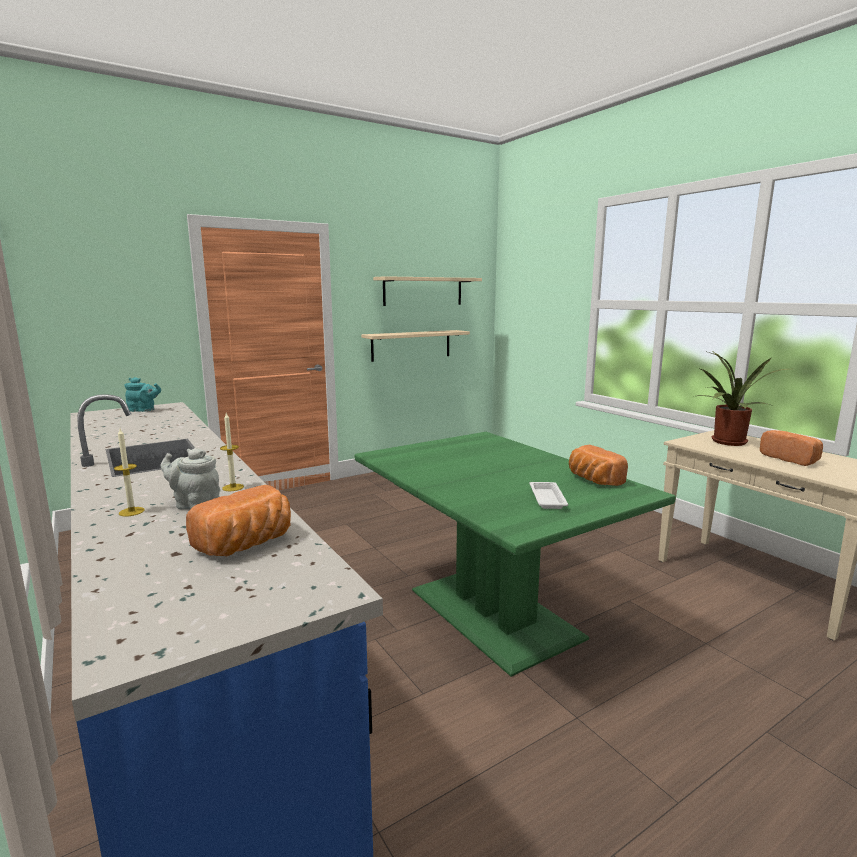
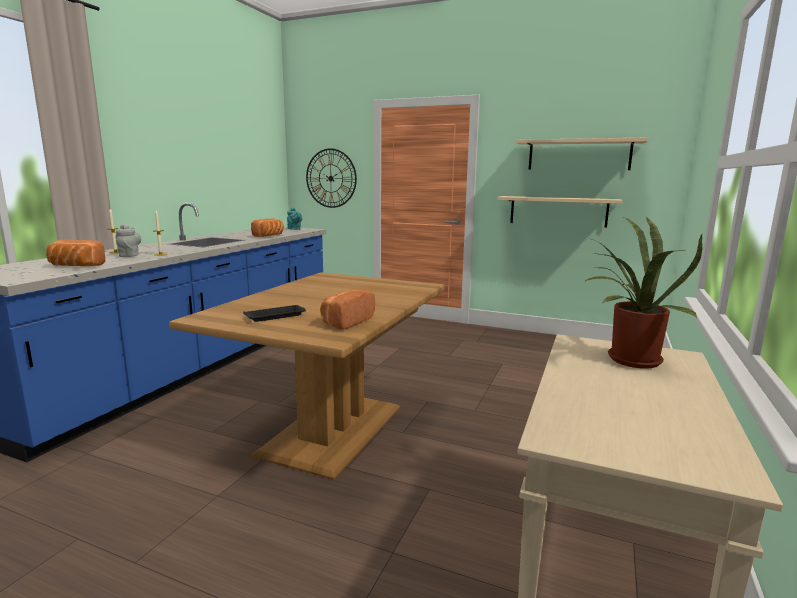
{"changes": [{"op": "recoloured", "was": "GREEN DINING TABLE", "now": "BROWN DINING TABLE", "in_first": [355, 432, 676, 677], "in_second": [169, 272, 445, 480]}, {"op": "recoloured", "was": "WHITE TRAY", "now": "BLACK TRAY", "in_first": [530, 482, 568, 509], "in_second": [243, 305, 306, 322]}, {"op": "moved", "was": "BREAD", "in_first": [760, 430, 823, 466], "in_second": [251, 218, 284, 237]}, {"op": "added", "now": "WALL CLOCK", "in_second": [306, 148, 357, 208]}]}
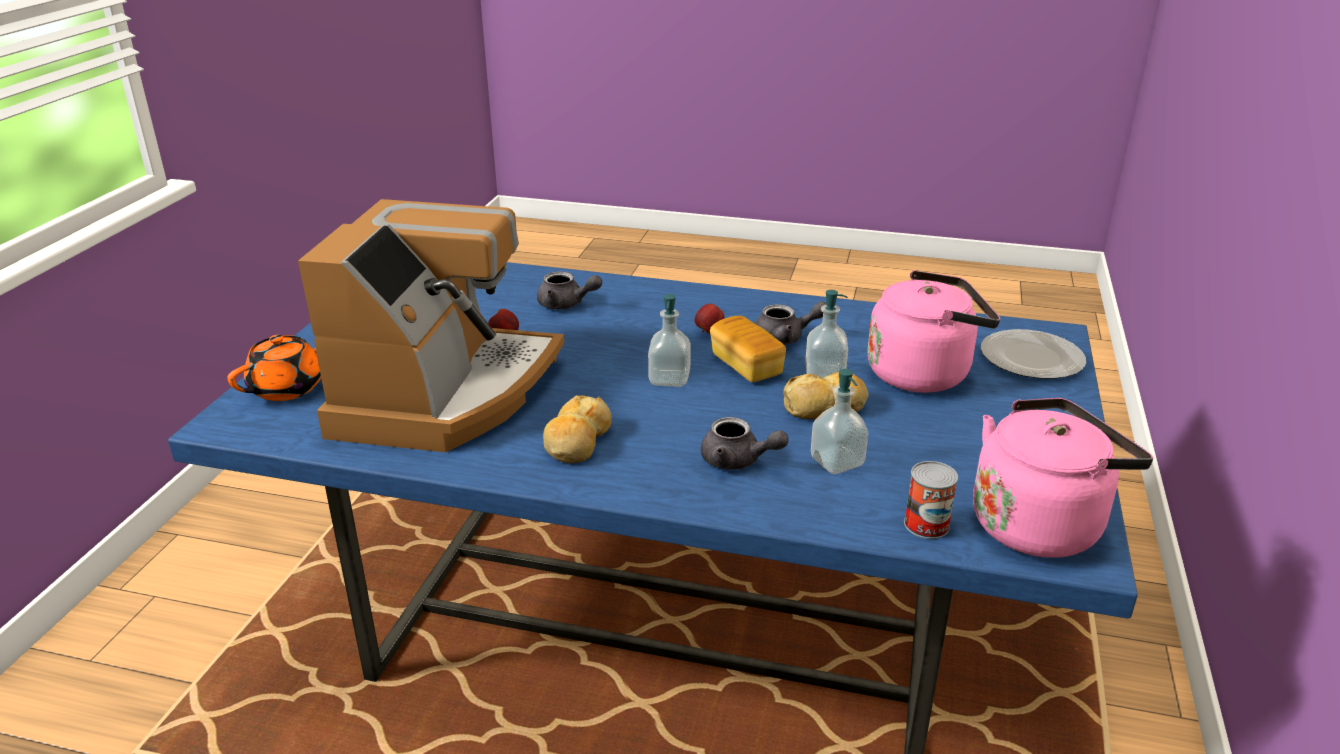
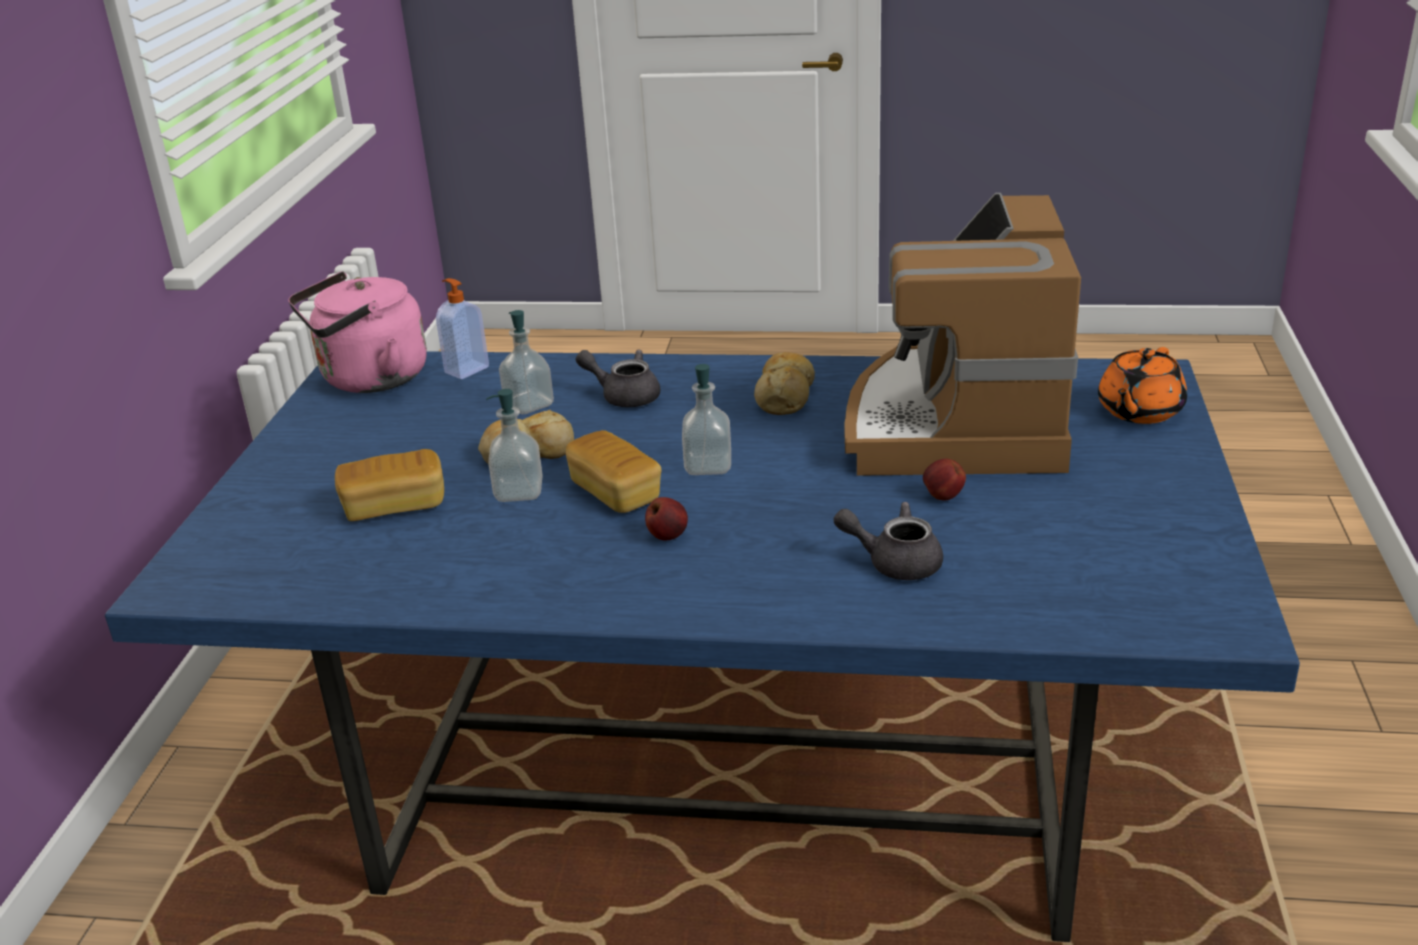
{"changes": [{"op": "replaced", "was": "PINK KETTLE", "now": "BREAD", "in_first": [867, 270, 1000, 393], "in_second": [335, 449, 444, 521]}, {"op": "replaced", "was": "CAN", "now": "SOAP DISPENSER", "in_first": [904, 461, 958, 539], "in_second": [436, 278, 489, 379]}, {"op": "removed", "was": "GREY TEAPOT", "in_first": [755, 301, 826, 345]}, {"op": "removed", "was": "PLATE", "in_first": [981, 329, 1086, 379]}]}
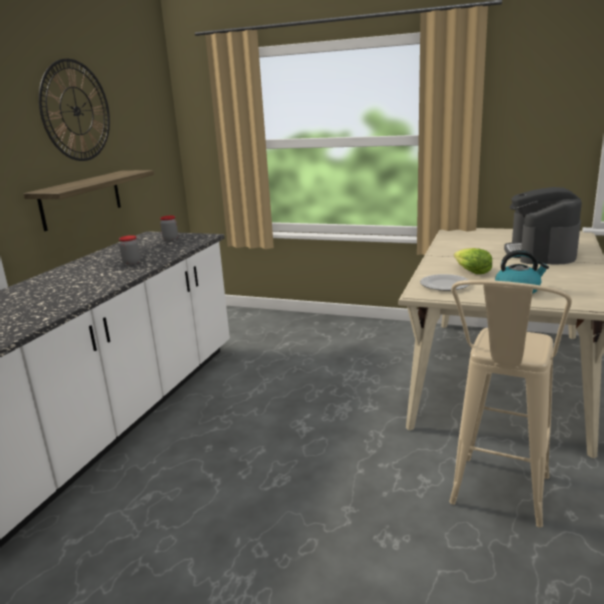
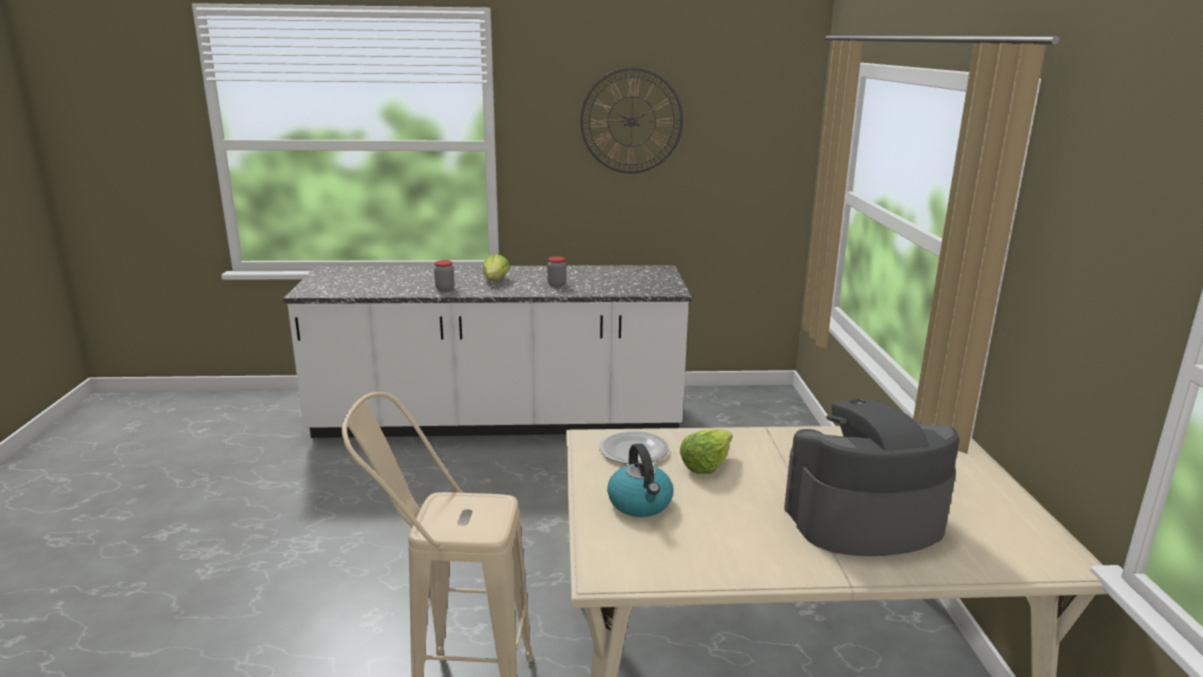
{"changes": [{"op": "moved", "was": "JAR", "in_first": [160, 216, 178, 241], "in_second": [434, 260, 455, 291]}, {"op": "added", "now": "LETTUCE", "in_second": [483, 254, 510, 280]}, {"op": "removed", "was": "SHELF", "in_first": [23, 170, 154, 231]}]}
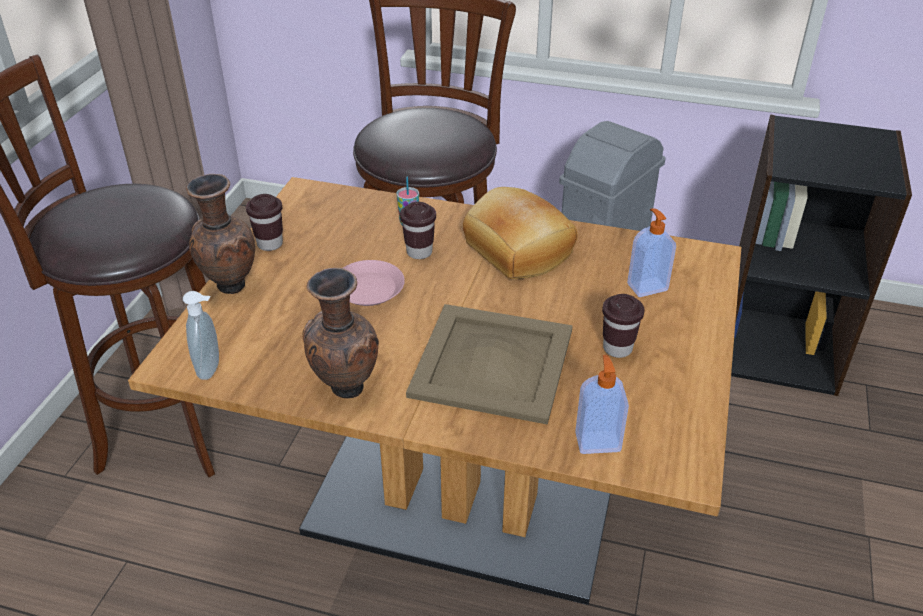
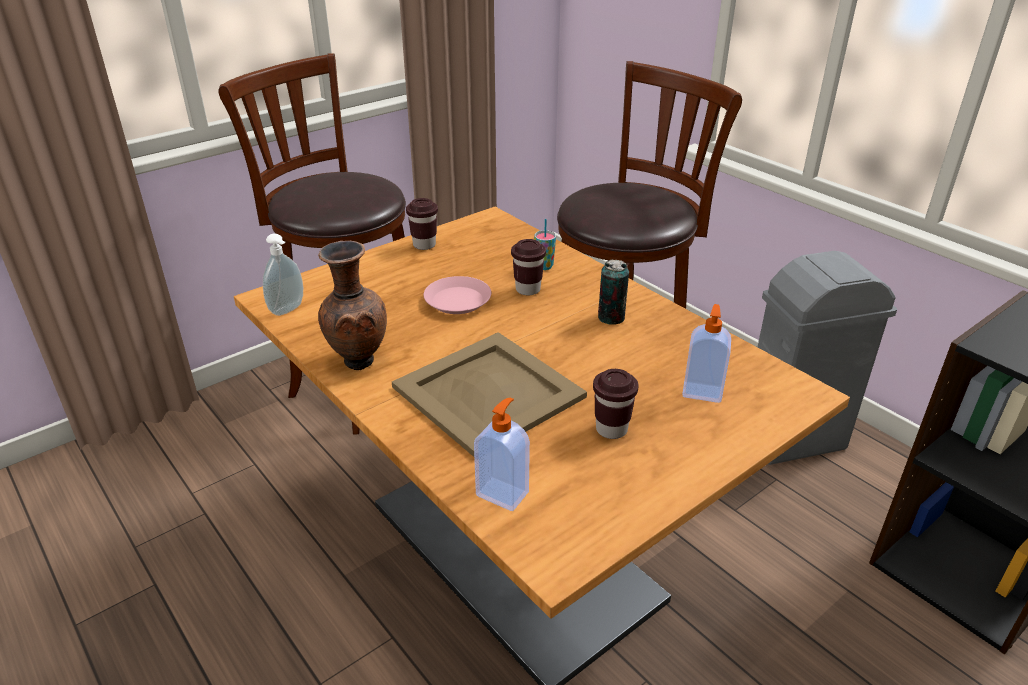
{"changes": [{"op": "replaced", "was": "BREAD", "now": "CAN", "in_first": [463, 187, 577, 279], "in_second": [598, 260, 629, 325]}, {"op": "removed", "was": "BROWN VASE", "in_first": [186, 174, 255, 294]}]}
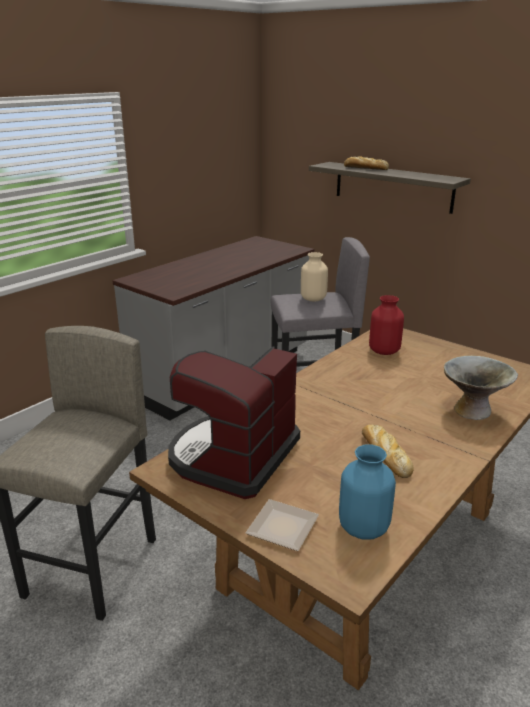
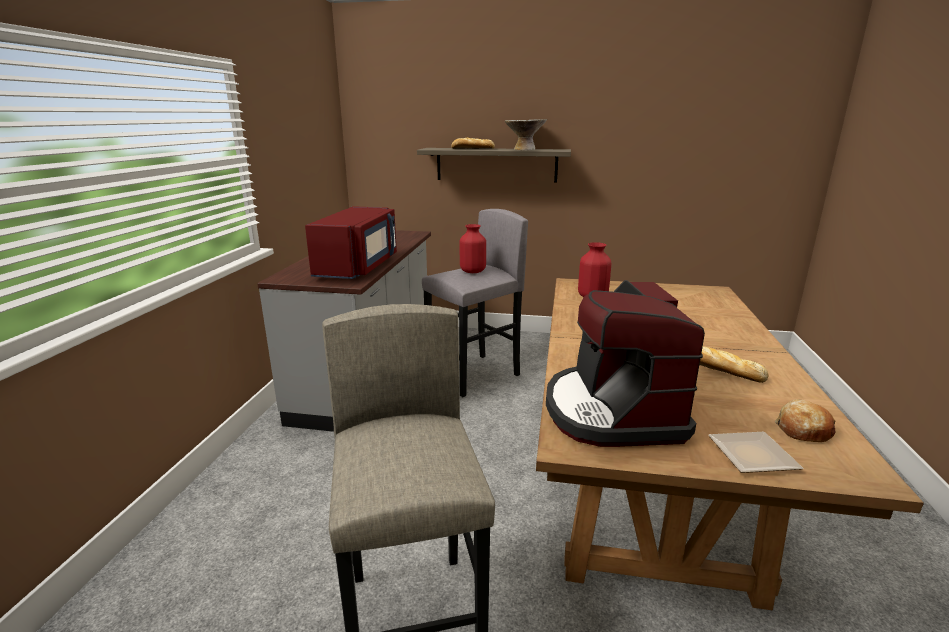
{"changes": [{"op": "added", "now": "RED MICROWAVE", "in_second": [305, 206, 397, 279]}, {"op": "recoloured", "was": "BEIGE VASE", "now": "RED VASE", "in_first": [301, 252, 328, 301], "in_second": [460, 224, 486, 273]}, {"op": "moved", "was": "GREY BOWL", "in_first": [444, 356, 518, 420], "in_second": [505, 119, 547, 150]}, {"op": "replaced", "was": "BLUE VASE", "now": "BREAD", "in_first": [339, 445, 396, 539], "in_second": [775, 399, 835, 442]}]}
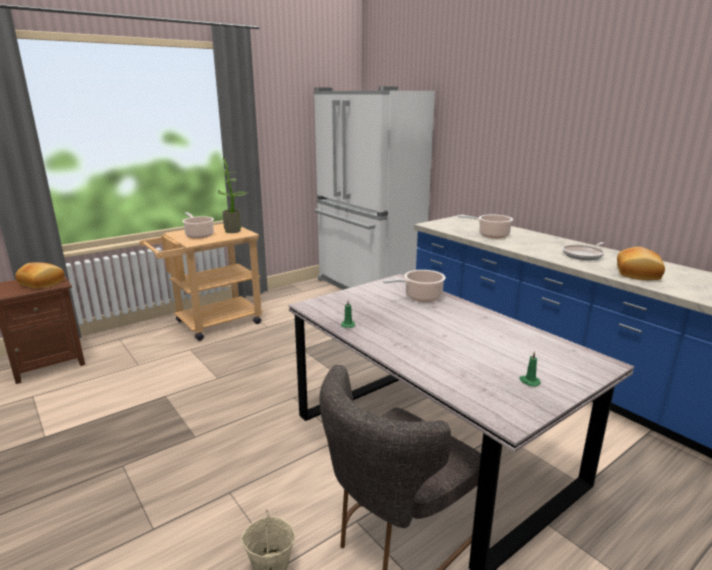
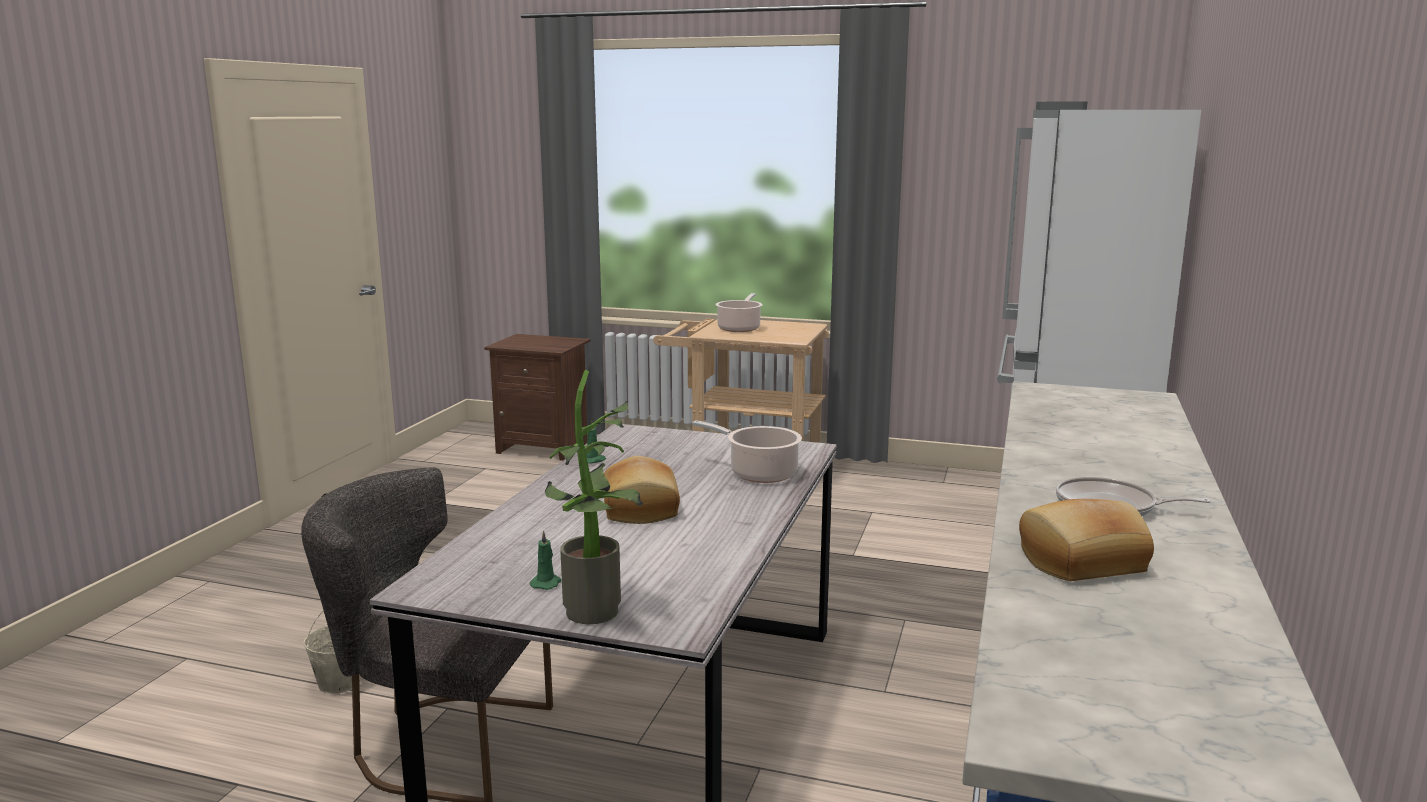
{"changes": [{"op": "moved", "was": "POTTED PLANT", "in_first": [218, 158, 247, 233], "in_second": [545, 370, 643, 624]}, {"op": "moved", "was": "BREAD", "in_first": [15, 262, 64, 289], "in_second": [604, 456, 680, 524]}, {"op": "removed", "was": "COOKING POT", "in_first": [458, 215, 513, 238]}]}
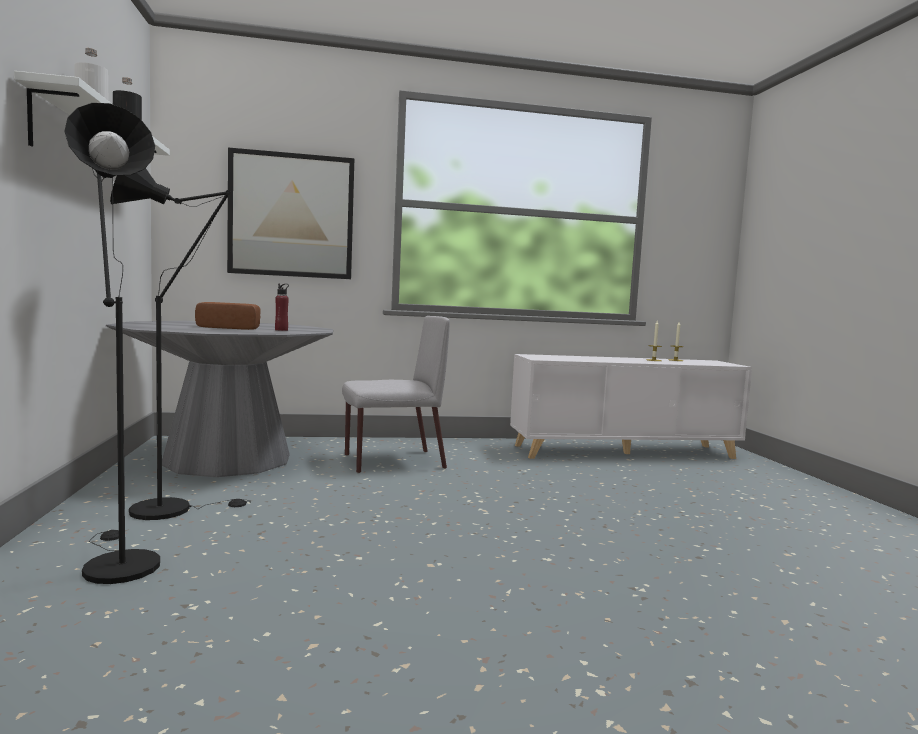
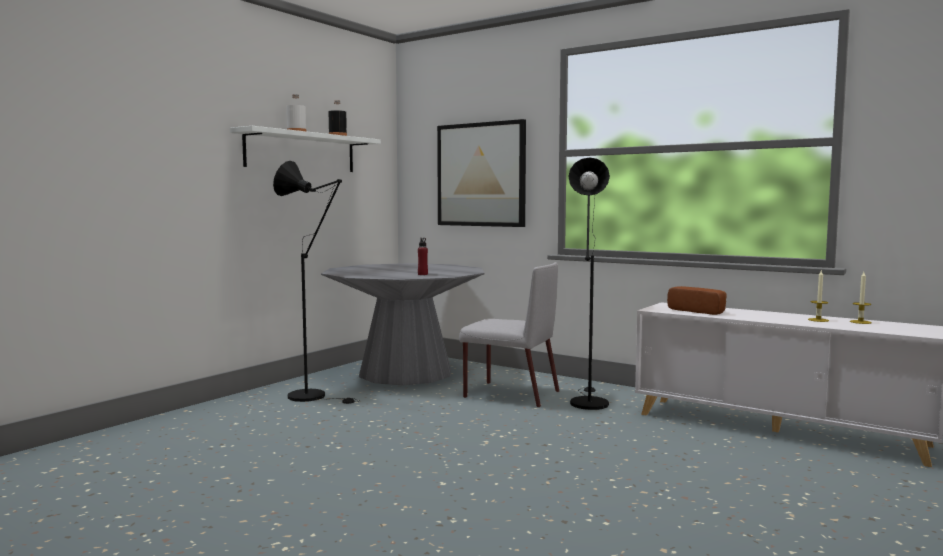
{"changes": [{"op": "moved", "was": "BLACK FLOOR LAMP", "in_first": [64, 103, 160, 584], "in_second": [568, 157, 610, 410]}, {"op": "moved", "was": "BREAD", "in_first": [195, 302, 260, 330], "in_second": [667, 286, 726, 315]}]}
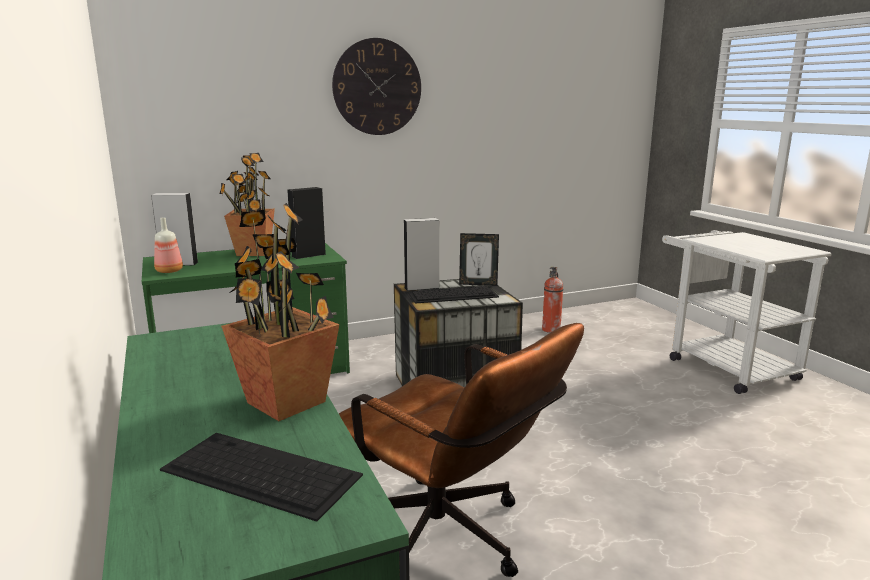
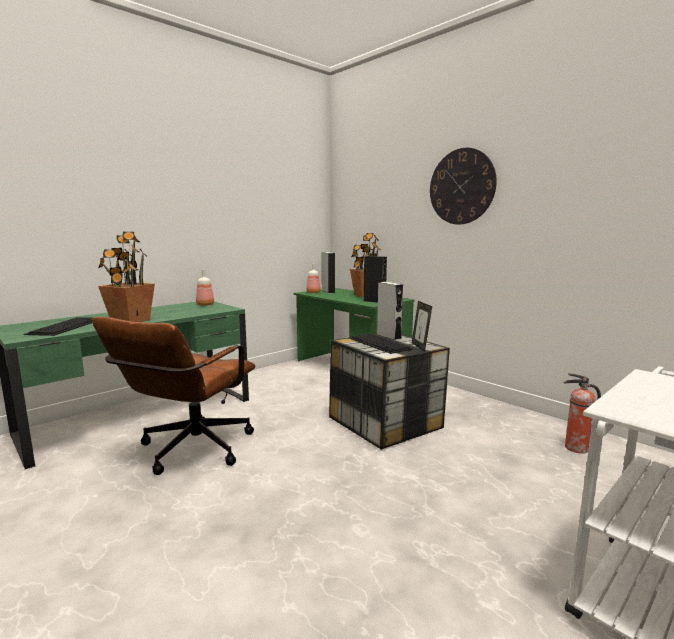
{"changes": [{"op": "added", "now": "BOTTLE", "in_second": [196, 269, 214, 306]}]}
